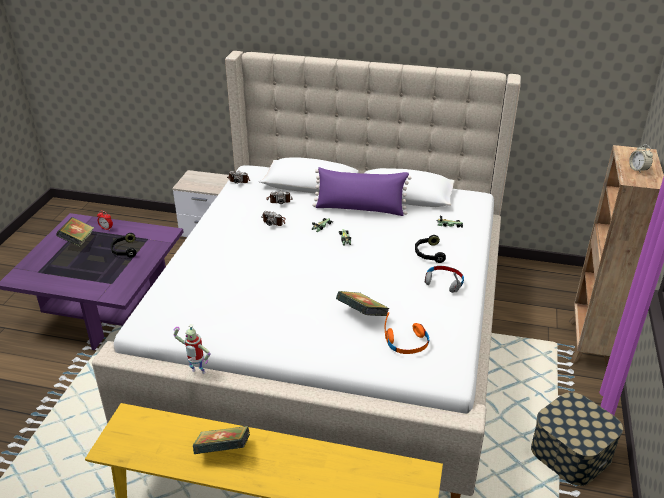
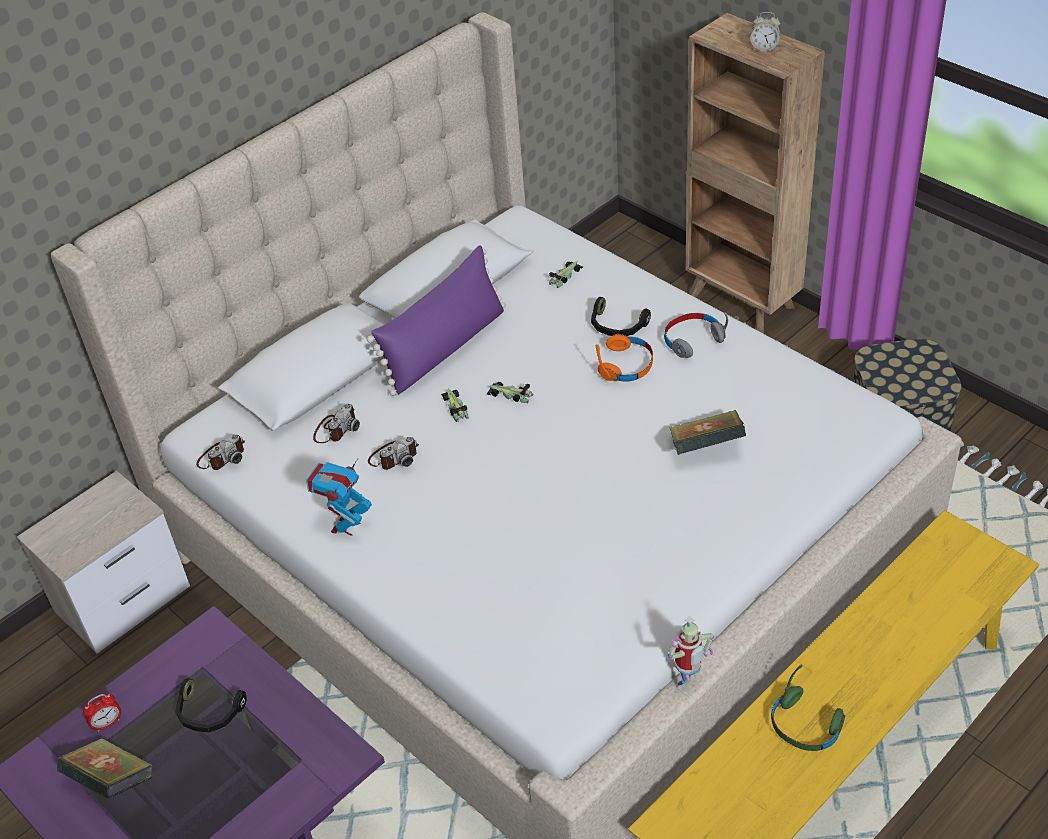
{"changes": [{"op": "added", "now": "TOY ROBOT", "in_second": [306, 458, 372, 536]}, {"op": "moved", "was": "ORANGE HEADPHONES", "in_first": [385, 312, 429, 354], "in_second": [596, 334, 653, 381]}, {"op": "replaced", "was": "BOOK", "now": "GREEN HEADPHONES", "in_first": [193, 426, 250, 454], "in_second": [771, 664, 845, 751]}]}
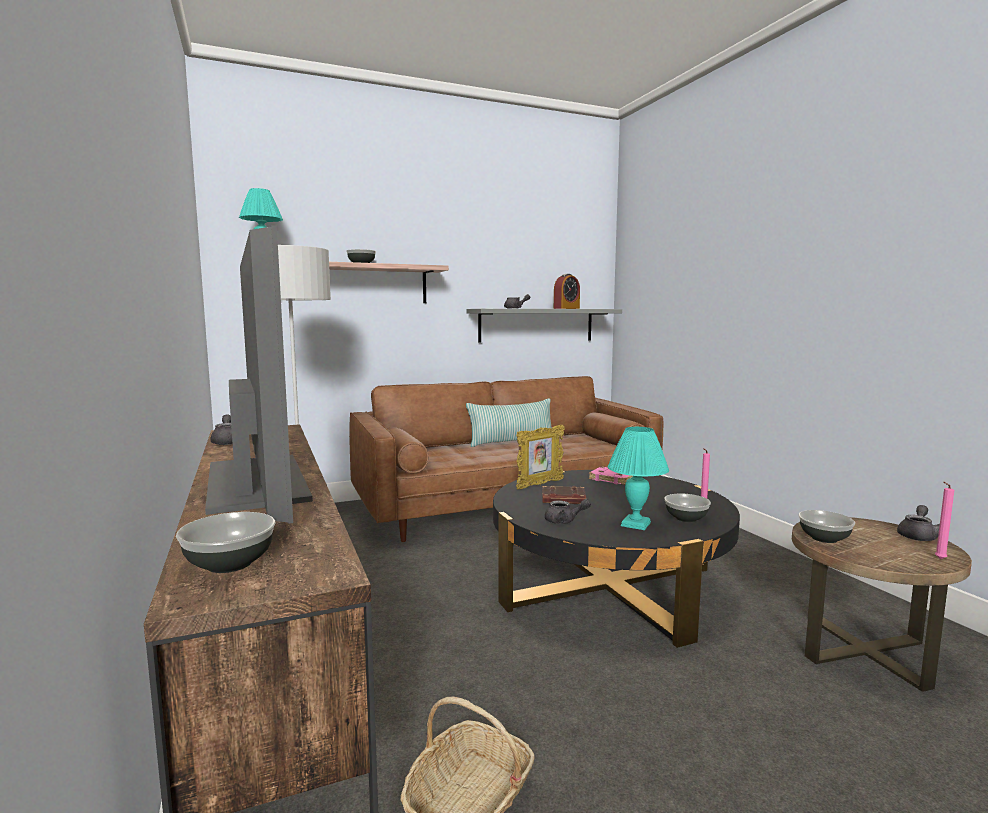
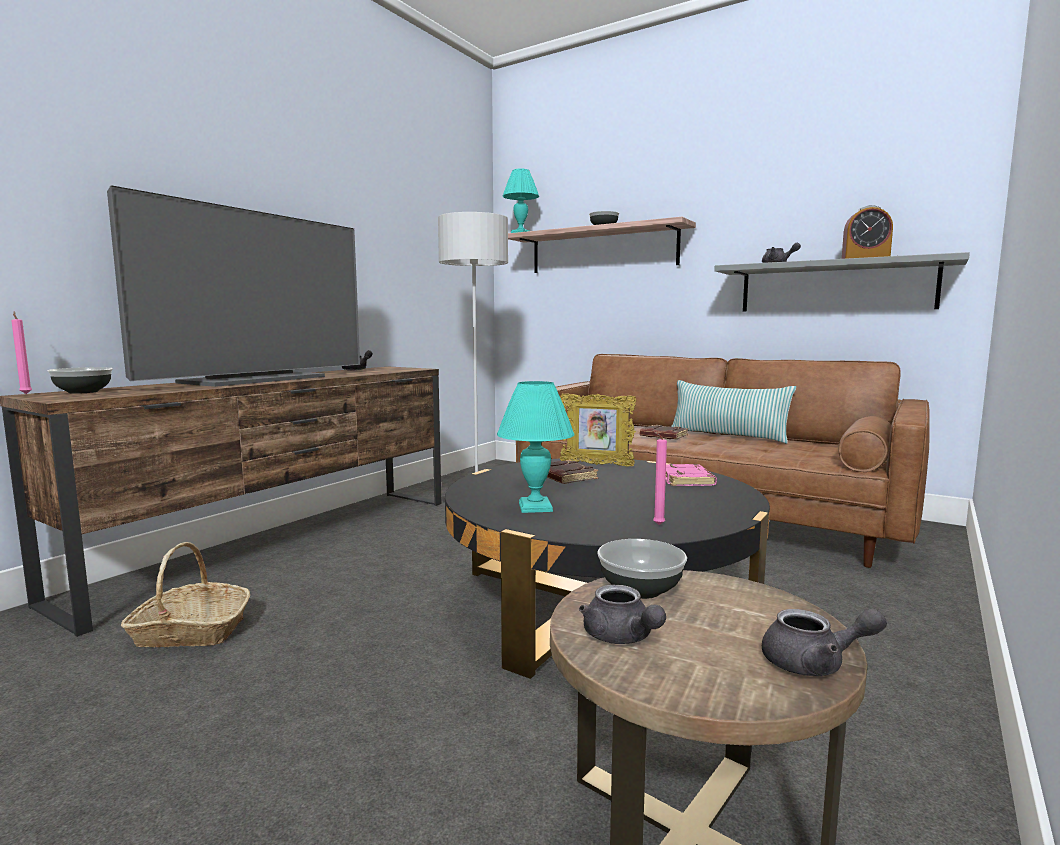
{"changes": [{"op": "moved", "was": "PINK CANDLE", "in_first": [935, 482, 954, 559], "in_second": [11, 312, 32, 394]}, {"op": "moved", "was": "GREY TEAPOT", "in_first": [545, 499, 591, 524], "in_second": [579, 585, 666, 644]}, {"op": "added", "now": "BROWN BOOK", "in_second": [640, 425, 688, 439]}, {"op": "removed", "was": "BOWL", "in_first": [664, 494, 711, 522]}]}
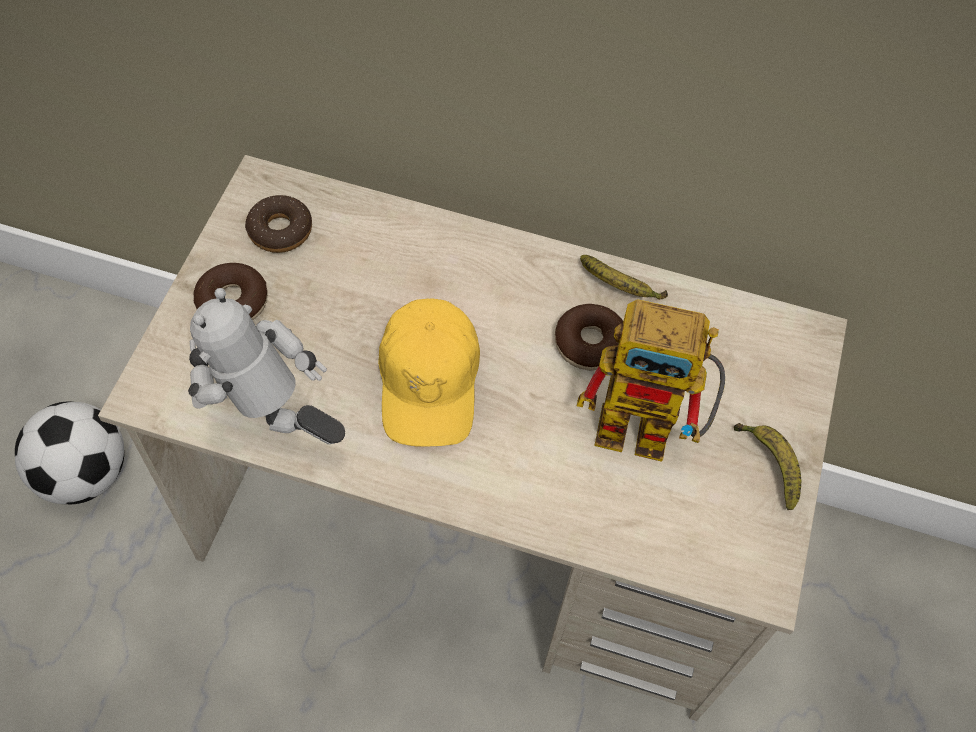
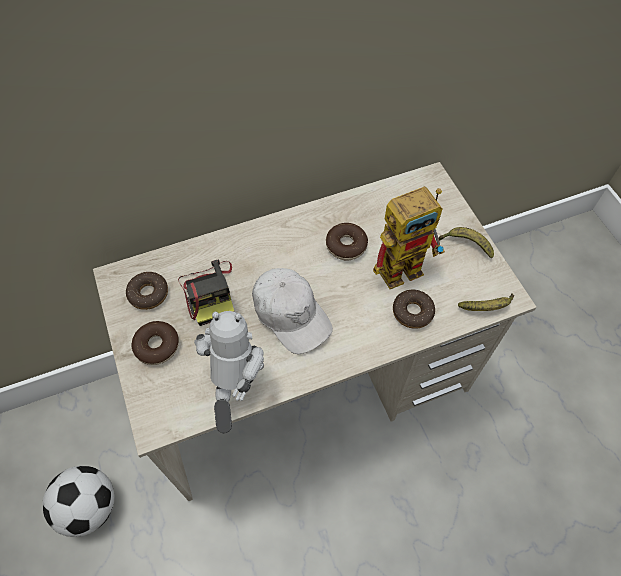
{"changes": [{"op": "added", "now": "PHOTO CAMERA", "in_second": [178, 260, 234, 326]}, {"op": "turned", "was": "TOY ROBOT", "in_first": [188, 288, 345, 444], "in_second": [194, 311, 264, 433], "clockwise": 105}, {"op": "recoloured", "was": "YELLOW CAP", "now": "WHITE CAP", "in_first": [378, 298, 480, 447], "in_second": [252, 268, 333, 354]}, {"op": "added", "now": "DONUT", "in_second": [393, 290, 435, 329]}, {"op": "moved", "was": "BANANA", "in_first": [580, 255, 668, 300], "in_second": [458, 293, 514, 311]}]}
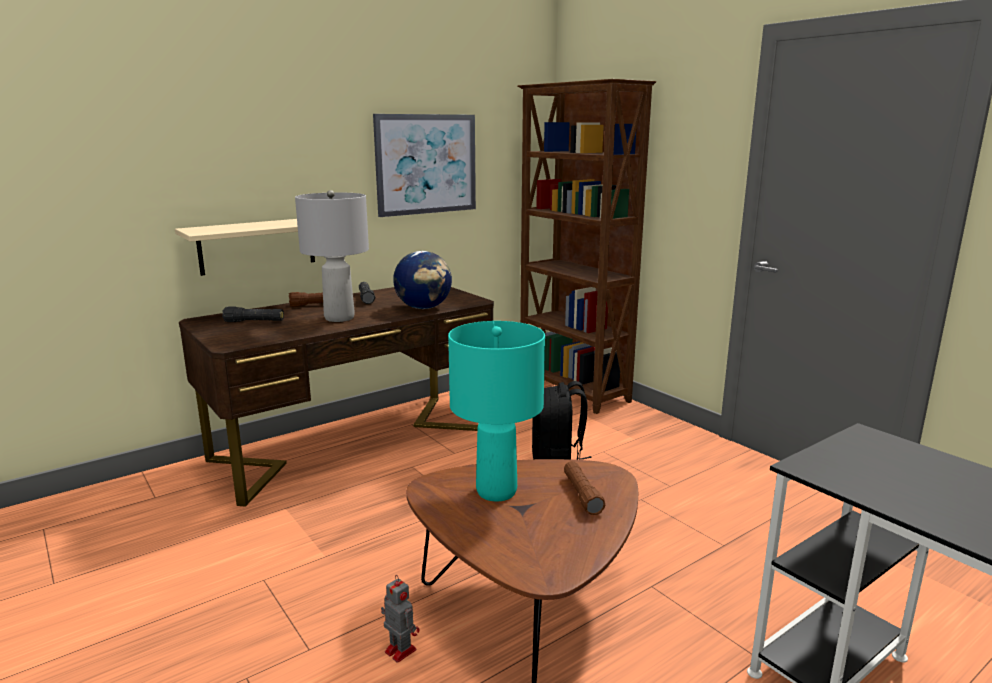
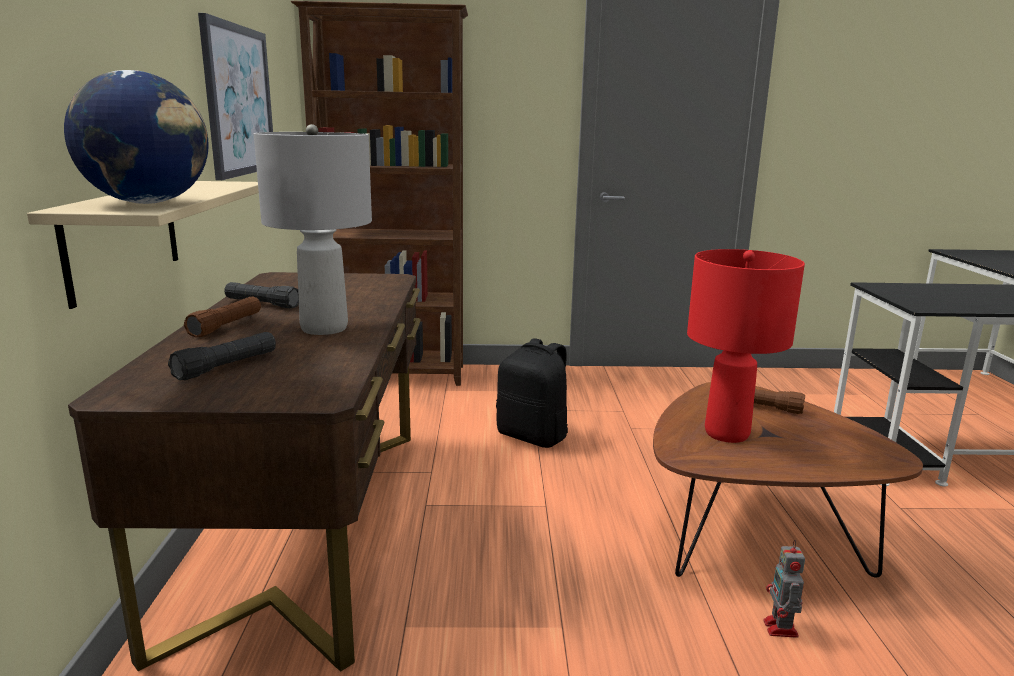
{"changes": [{"op": "moved", "was": "GLOBE", "in_first": [393, 251, 452, 309], "in_second": [64, 70, 209, 204]}, {"op": "recoloured", "was": "TURQUOISE TABLE LAMP", "now": "RED TABLE LAMP", "in_first": [448, 321, 545, 501], "in_second": [687, 249, 805, 443]}, {"op": "turned", "was": "TOY ROBOT", "in_first": [381, 575, 420, 663], "in_second": [763, 540, 805, 638], "clockwise": -75}]}
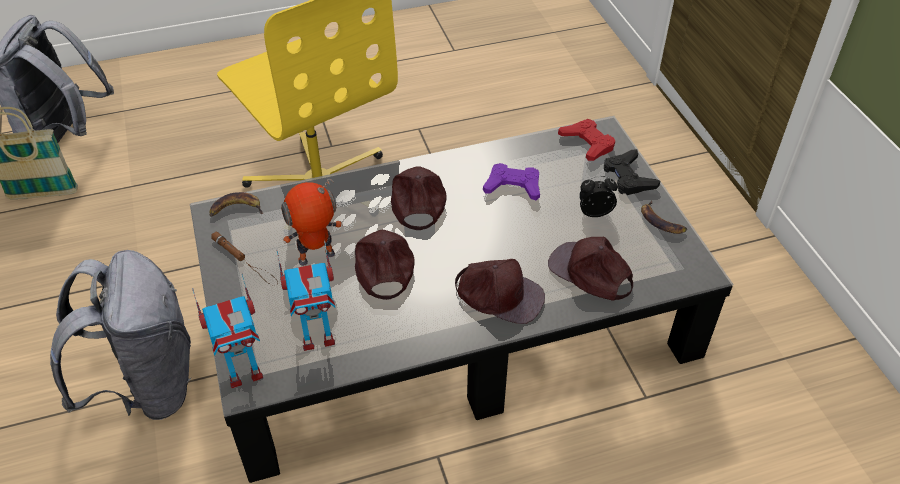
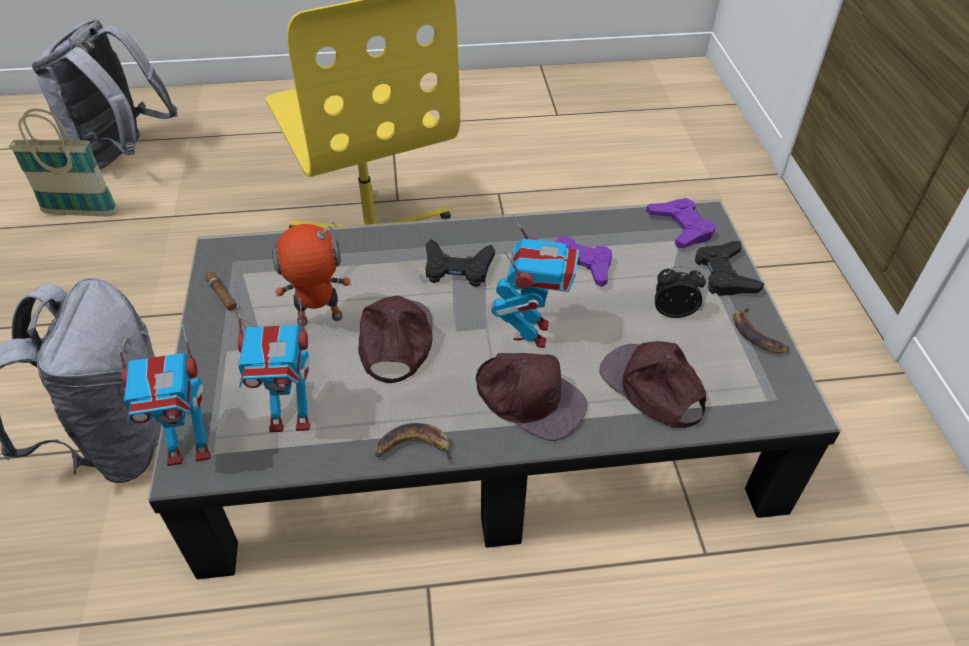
{"changes": [{"op": "moved", "was": "BANANA", "in_first": [210, 192, 263, 217], "in_second": [375, 423, 453, 464]}, {"op": "replaced", "was": "BROWN CAP", "now": "BLACK GAME CONTROLLER", "in_first": [391, 166, 447, 230], "in_second": [426, 239, 495, 287]}, {"op": "added", "now": "TOY ROBOT", "in_second": [491, 215, 581, 348]}, {"op": "recoloured", "was": "RED GAME CONTROLLER", "now": "PURPLE GAME CONTROLLER", "in_first": [558, 119, 615, 161], "in_second": [646, 198, 715, 248]}]}
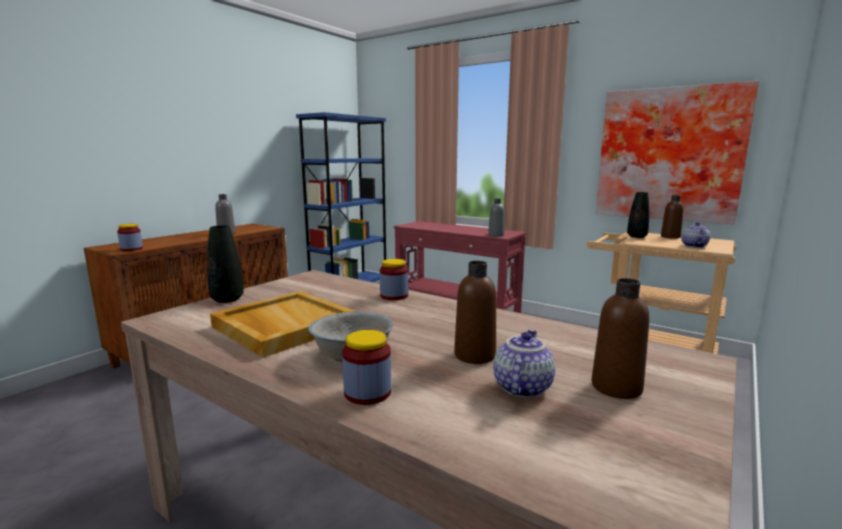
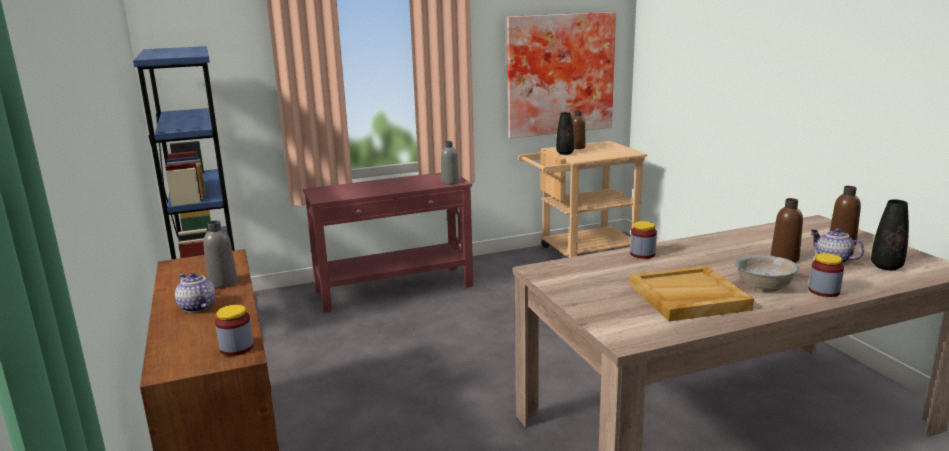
{"changes": [{"op": "moved", "was": "TEAPOT", "in_first": [681, 222, 710, 248], "in_second": [175, 273, 215, 313]}, {"op": "moved", "was": "BLACK VASE", "in_first": [207, 225, 244, 303], "in_second": [871, 199, 909, 271]}]}
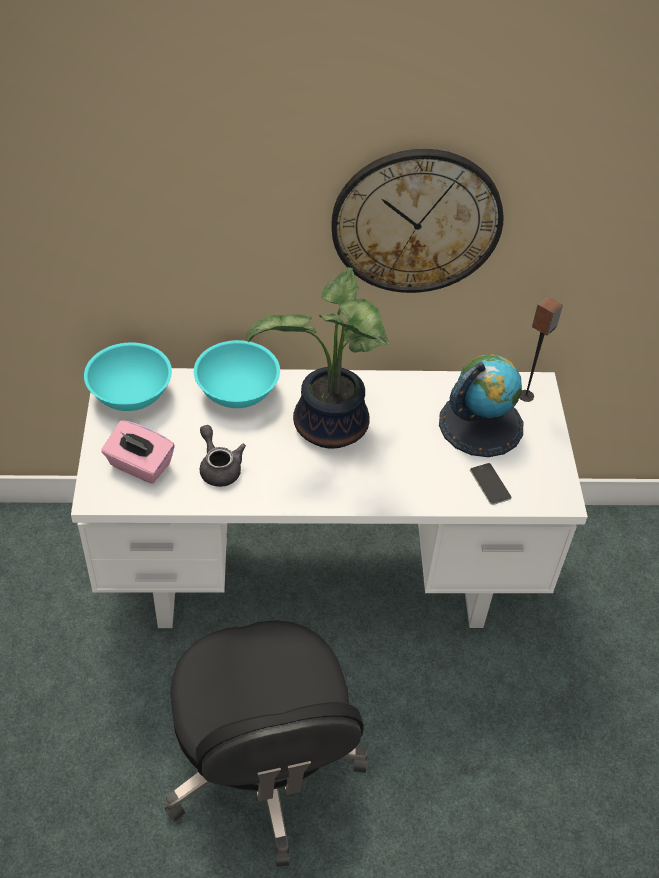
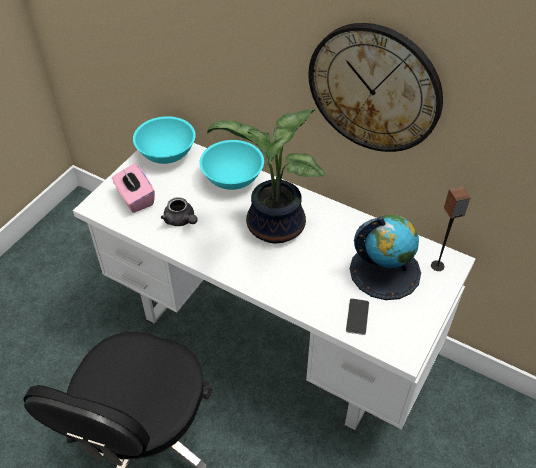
{"changes": [{"op": "turned", "was": "GREY TEAPOT", "in_first": [200, 425, 246, 487], "in_second": [161, 197, 198, 226], "clockwise": 135}]}
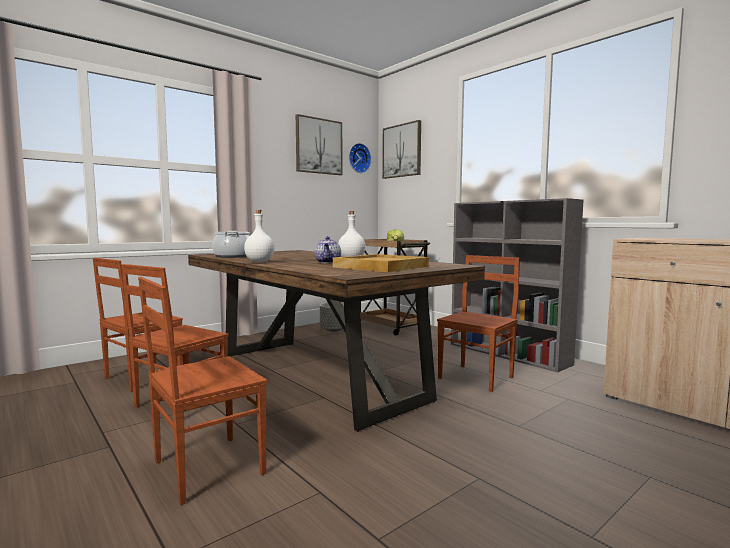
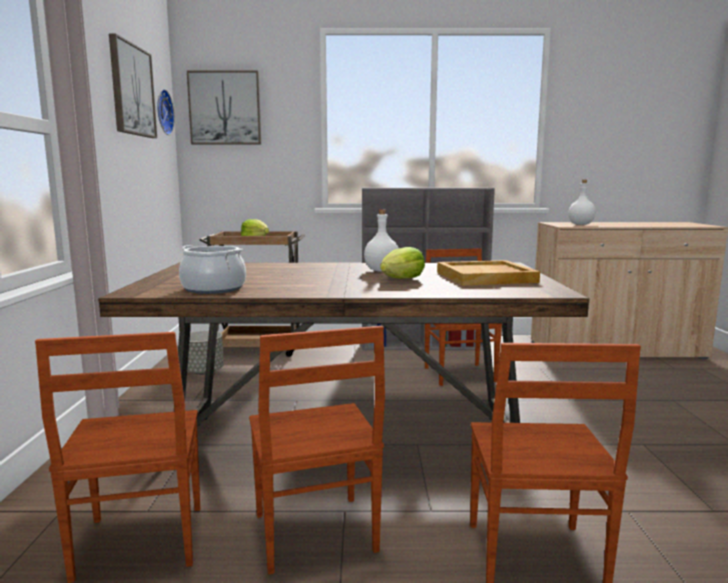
{"changes": [{"op": "replaced", "was": "TEAPOT", "now": "LETTUCE", "in_first": [315, 236, 341, 263], "in_second": [380, 247, 425, 278]}, {"op": "moved", "was": "WHITE BOTTLE", "in_first": [244, 210, 275, 262], "in_second": [568, 180, 596, 225]}]}
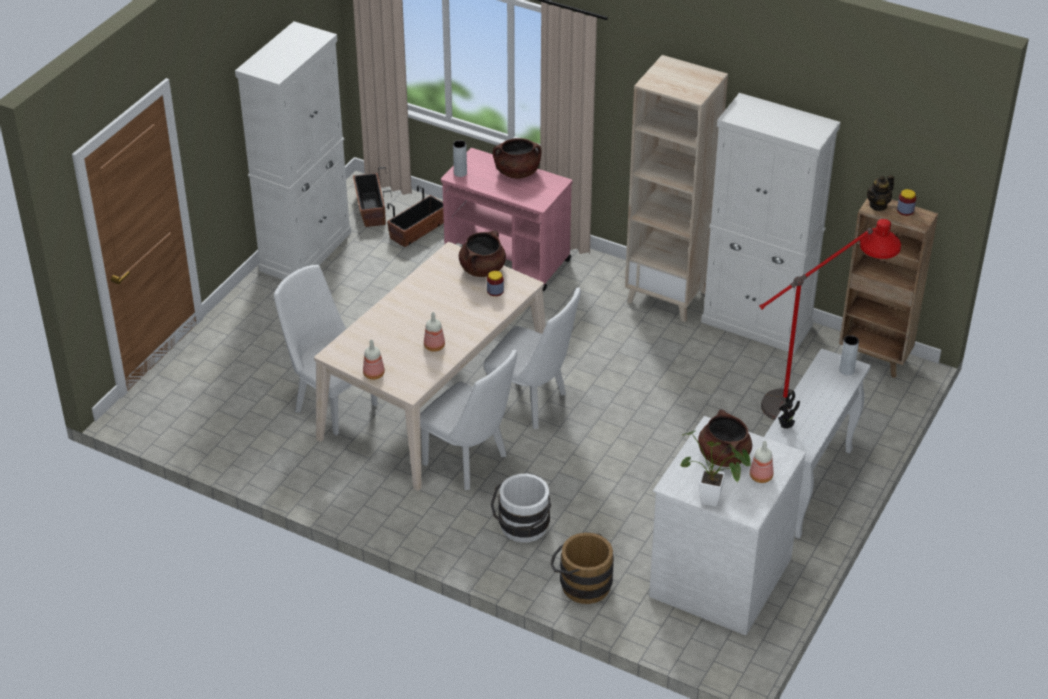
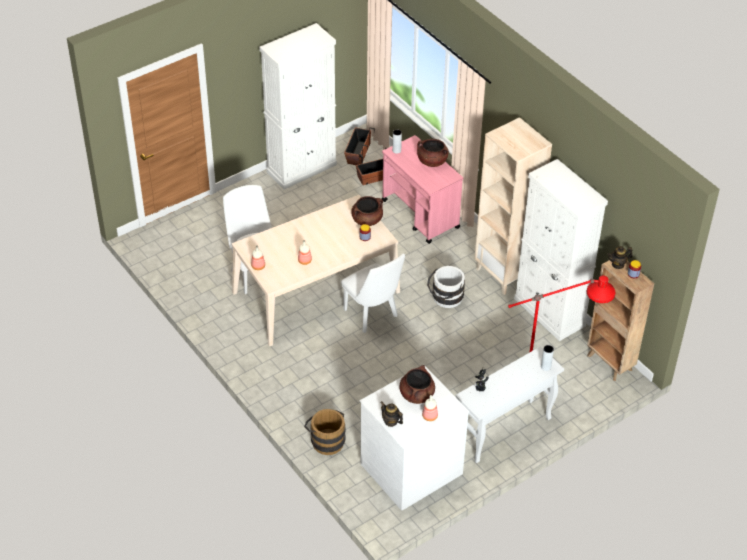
{"changes": [{"op": "replaced", "was": "POTTED PLANT", "now": "TEAPOT", "in_first": [681, 431, 751, 507], "in_second": [380, 401, 403, 427]}, {"op": "moved", "was": "WHITE BUCKET", "in_first": [491, 474, 551, 543], "in_second": [427, 266, 465, 308]}, {"op": "removed", "was": "WHITE CHAIR", "in_first": [420, 350, 517, 490]}]}
